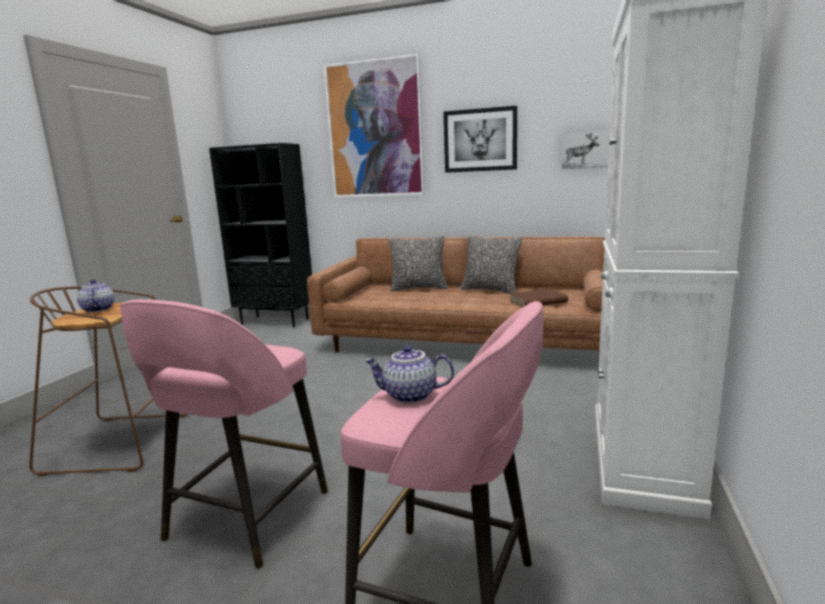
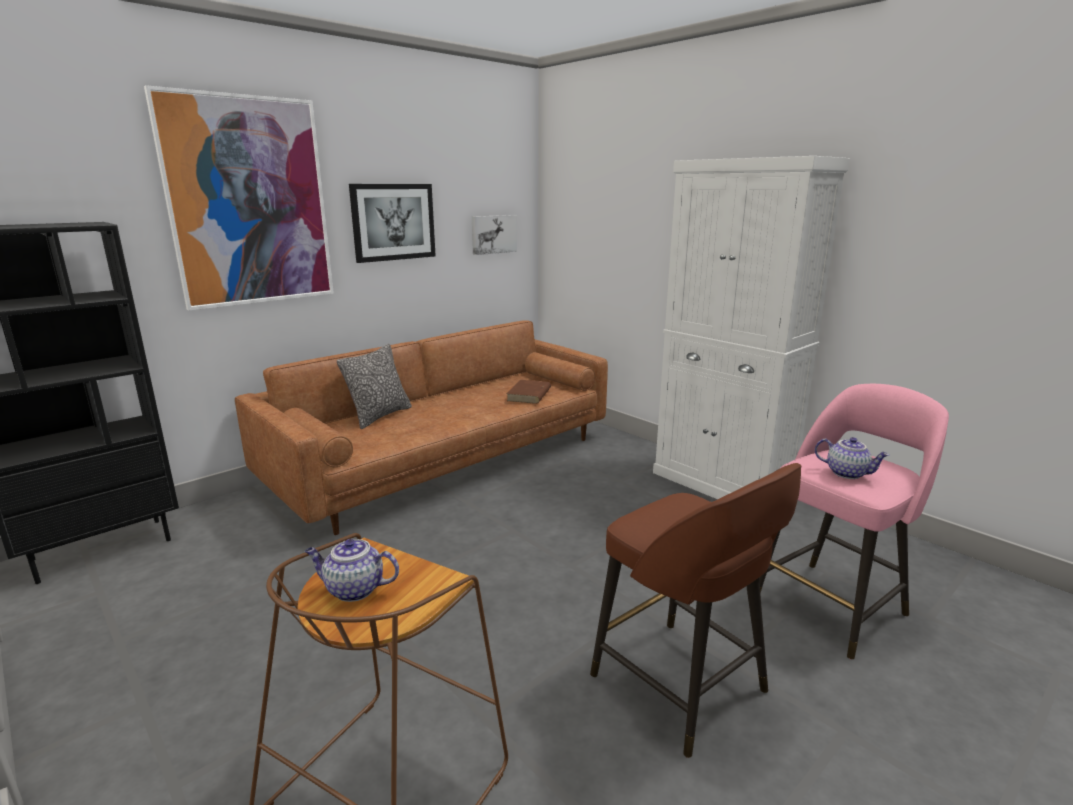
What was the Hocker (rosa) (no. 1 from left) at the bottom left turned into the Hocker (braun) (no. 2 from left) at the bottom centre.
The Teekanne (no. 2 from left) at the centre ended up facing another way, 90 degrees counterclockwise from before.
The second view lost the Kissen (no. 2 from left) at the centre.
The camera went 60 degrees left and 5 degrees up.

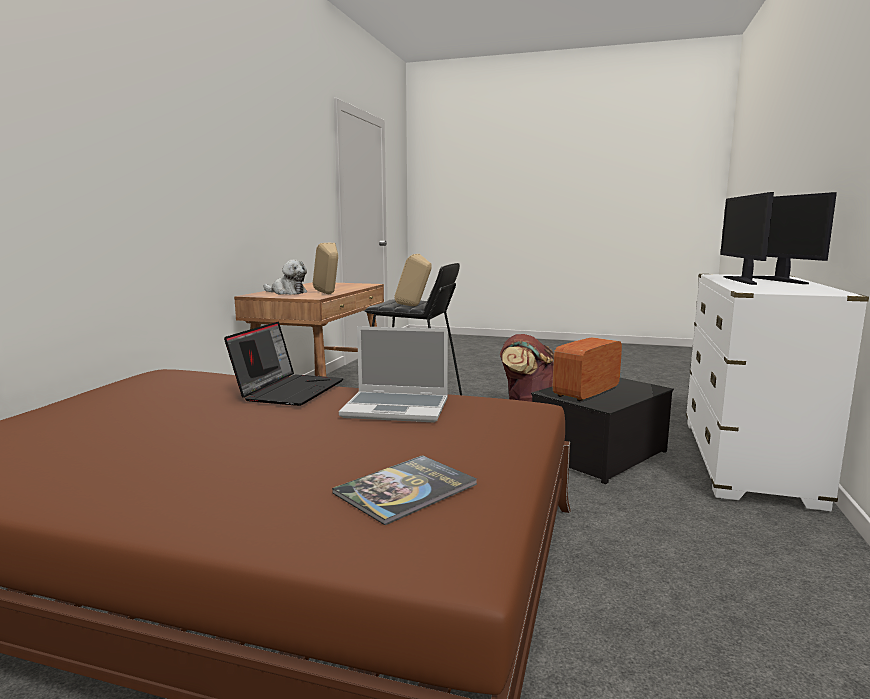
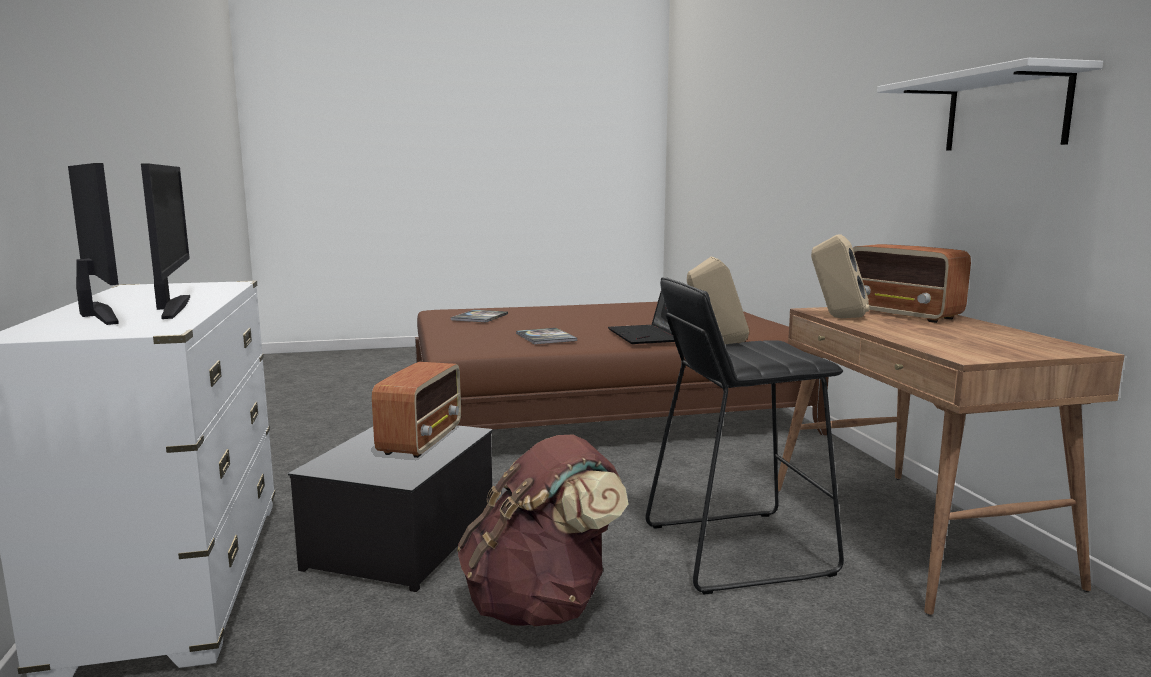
Where the Laptop (no. 2 from left) stood at the centre, the Buch (no. 2 from left) came to stand at the centre.
Where the Plüschtier stood at the middle left, the Radio (no. 2 from left) came to stand at the middle right.
The second view gained the Wandregal (weiß) at the top right.
The camera went 150 degrees right and 0 degrees up.

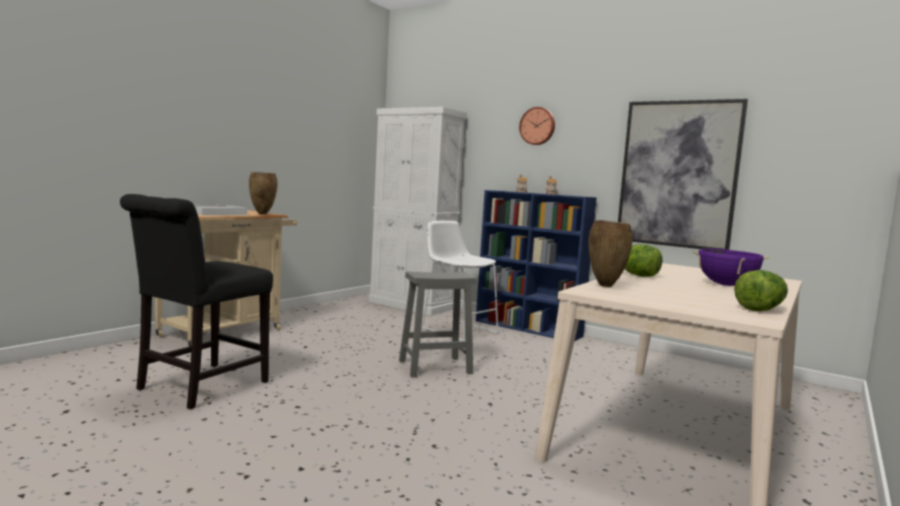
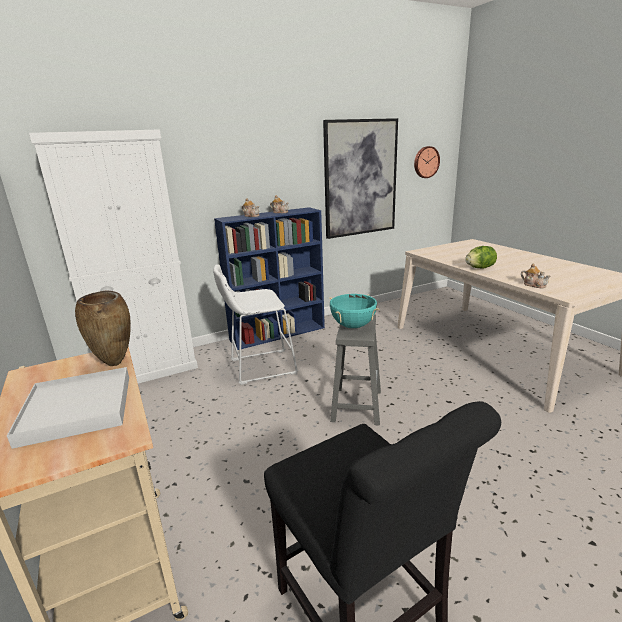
The second view gained the Kochtopf (türkis) at the centre.
The Wanduhr ended up elsewhere, having gone from the top centre to the top right.
Where the Vase (braun) (no. 2 from left) stood at the middle right, the Teekanne (no. 3 from left) came to stand at the middle right.
The second view lost the Kochtopf (lila) at the middle right.
The second view lost the Salatkopf (no. 2 from left) at the middle right.
The camera went 60 degrees left and 15 degrees up.

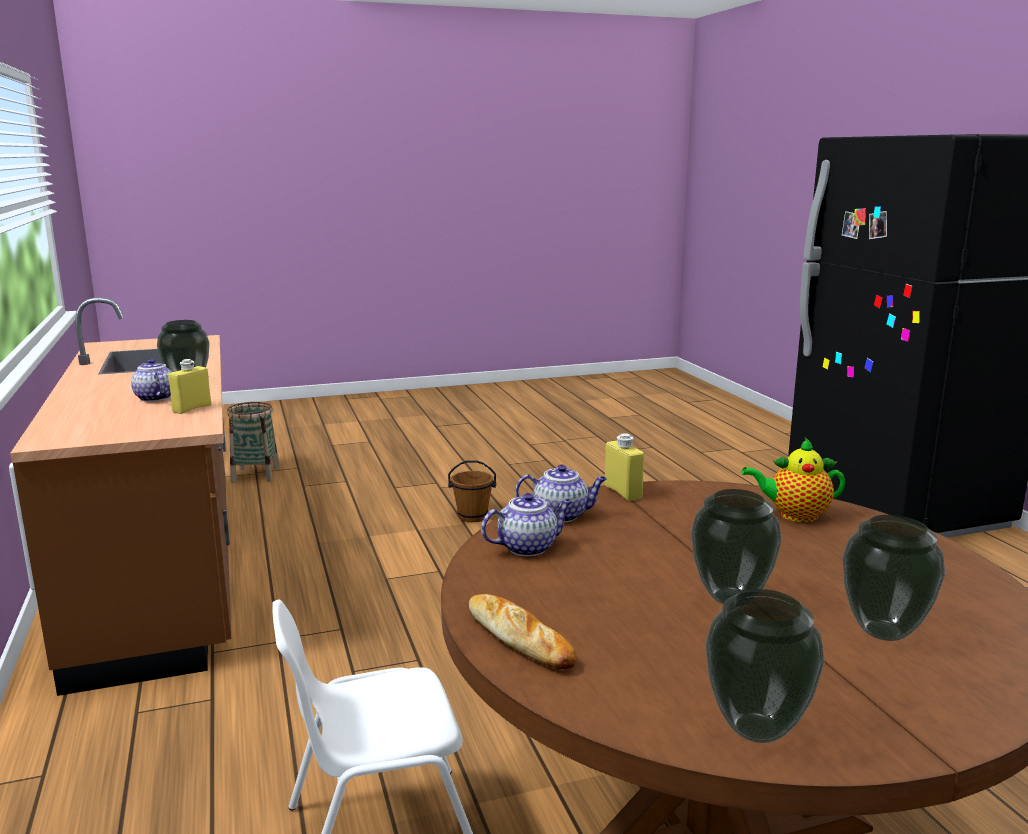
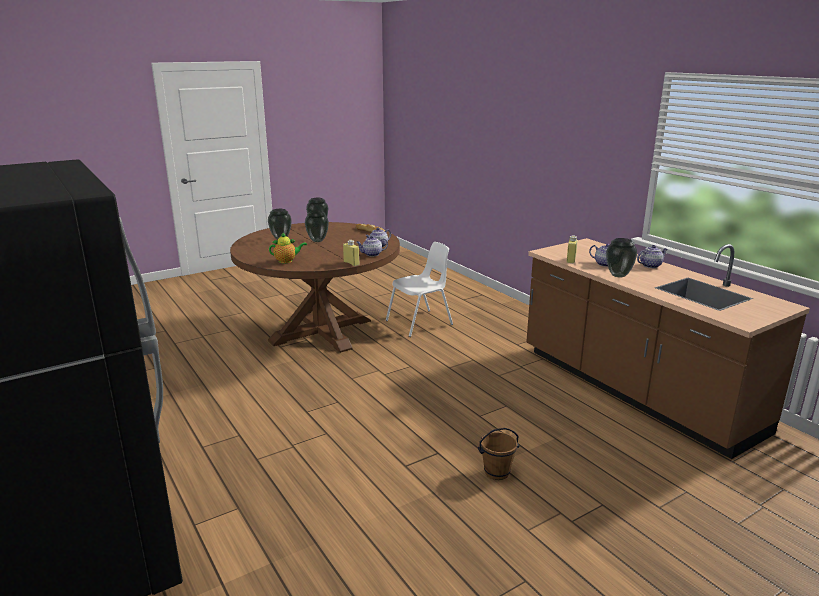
The second view gained the Teekanne (no. 5 from left) at the middle right.
The second view lost the Korb at the middle left.
The camera went 165 degrees right and 5 degrees up.

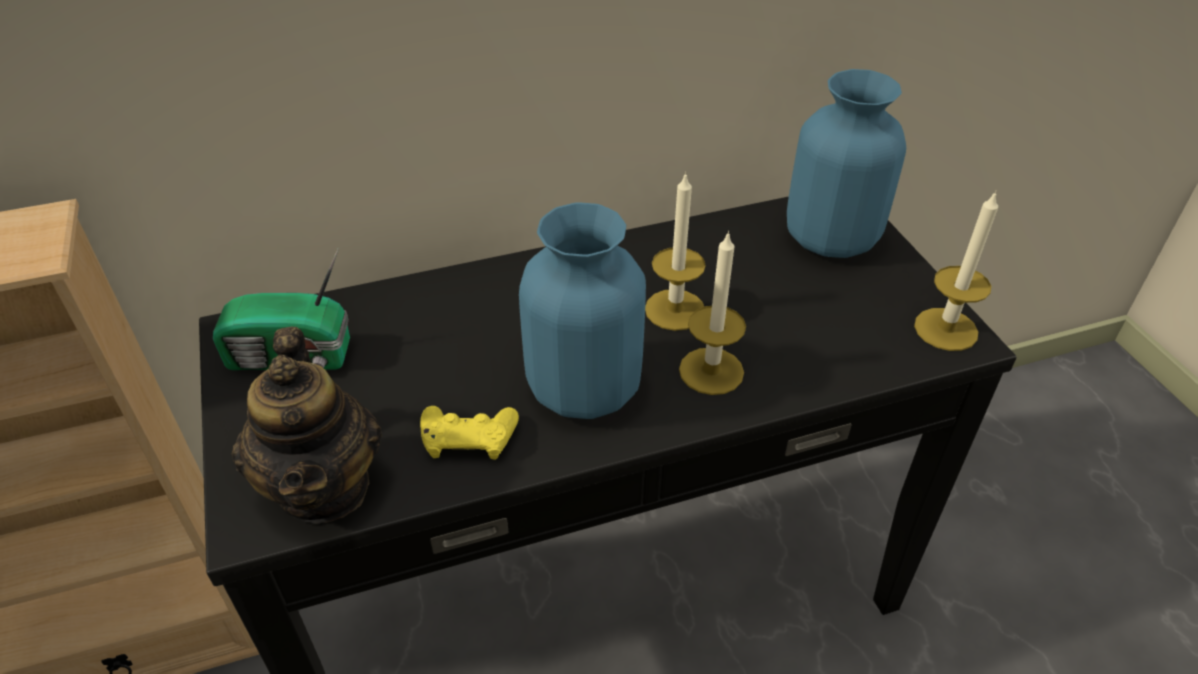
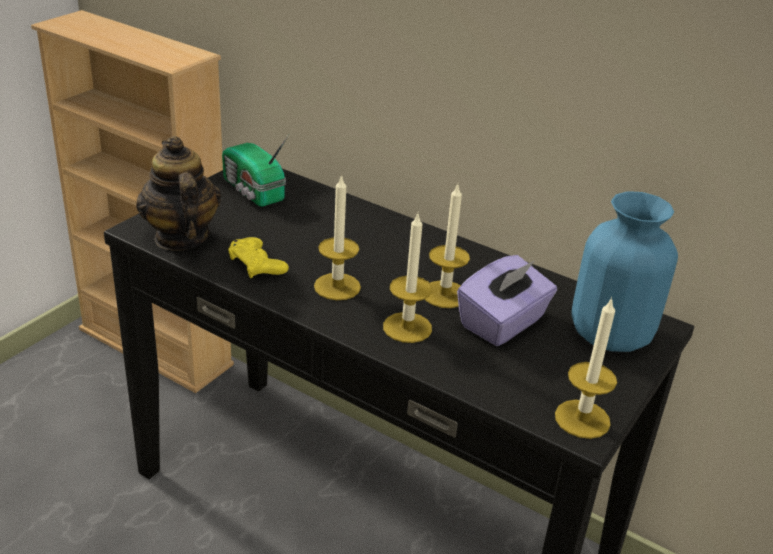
The Teekanne at the middle left ended up facing another way, 120 degrees clockwise from before.
Where the Vase (blau) (no. 1 from left) stood at the centre, the Kerze (no. 1 from left) came to stand at the centre.
The second view gained the Taschentuchbox (lila) at the centre.
The camera went 50 degrees right and 10 degrees down.

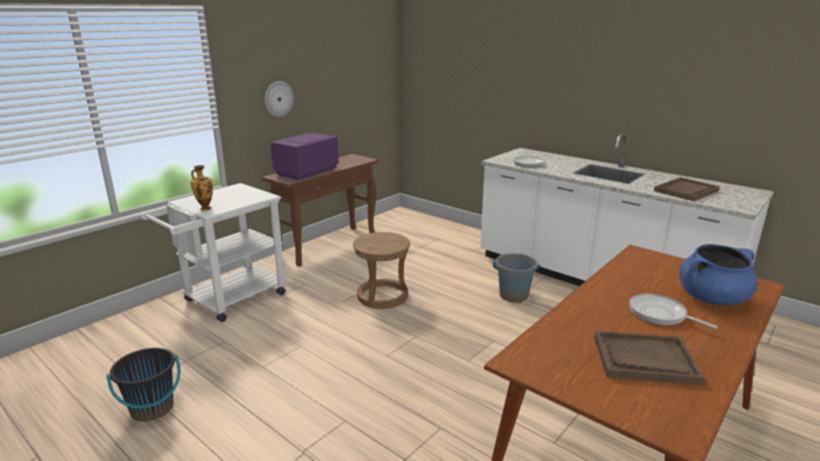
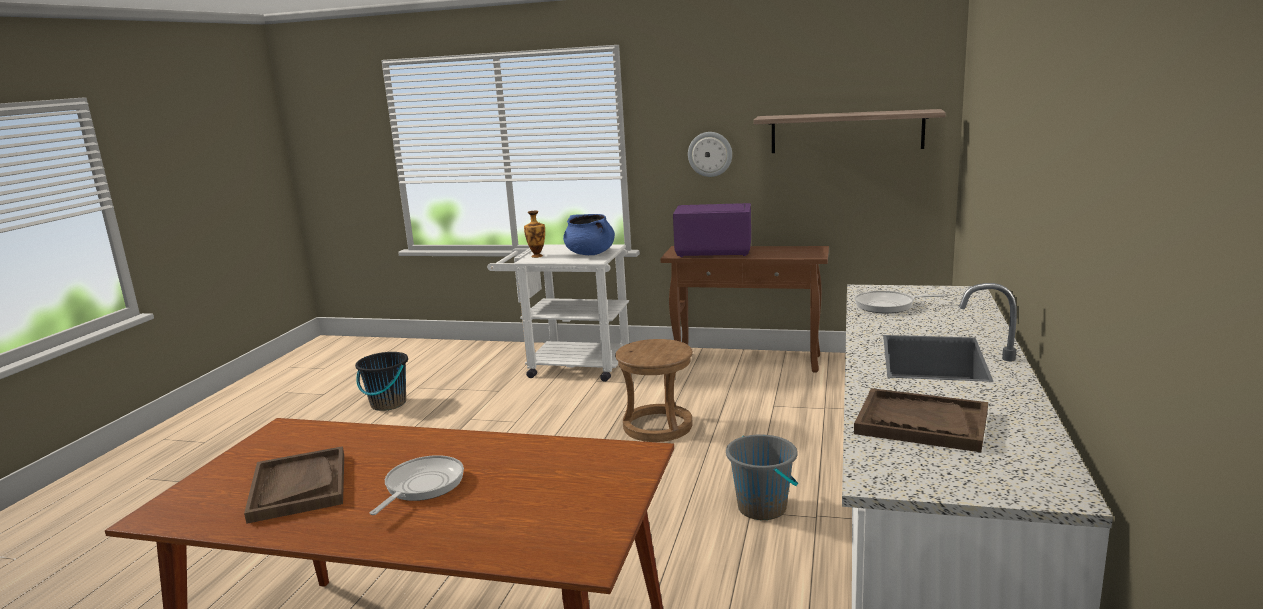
The Kochtopf (blau) ended up elsewhere, having gone from the middle right to the centre.
The second view gained the Wandregal at the top right.
The camera went 65 degrees right and 5 degrees down.

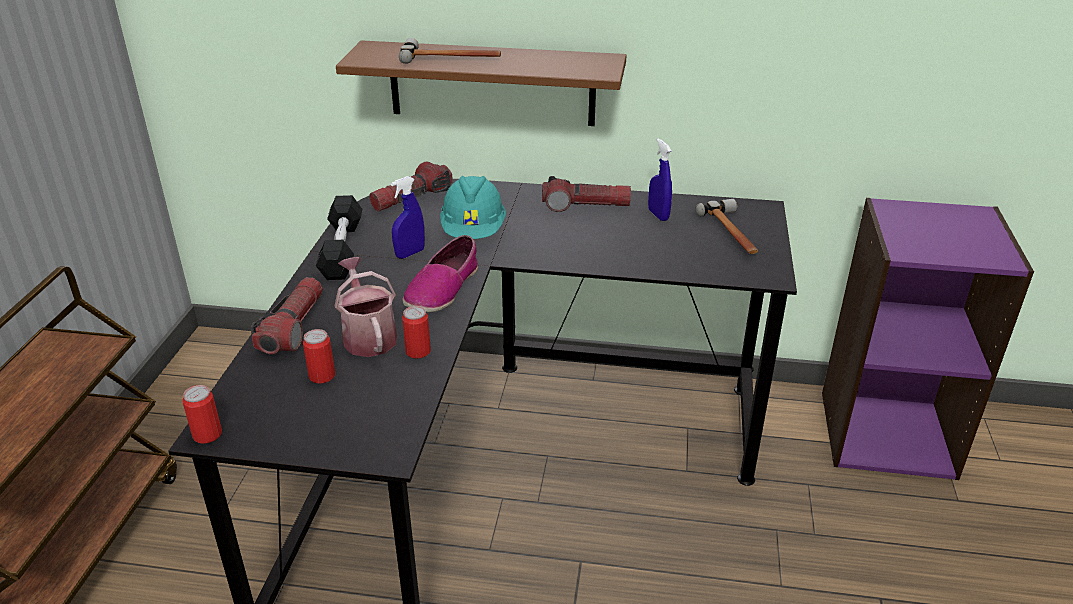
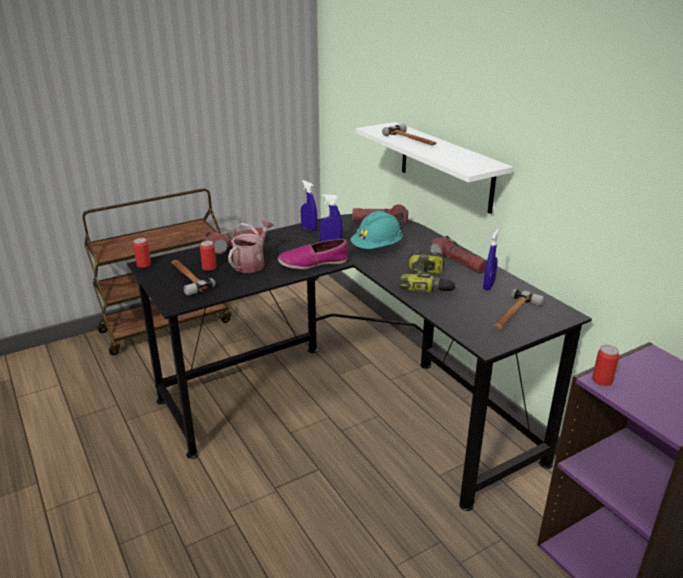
The second view gained the Hammer (no. 1 from left) at the middle left.
Where the Hantel (schwarz) stood at the middle left, the Sprühflasche (blau) (no. 1 from left) came to stand at the centre.
What was the Wandregal (braun) at the top centre turned into the Wandregal (weiß) at the top centre.
The second view gained the Bohrmaschine at the centre.
The Dose (no. 3 from left) ended up elsewhere, having gone from the centre to the middle right.
The camera went 50 degrees right and 5 degrees down.

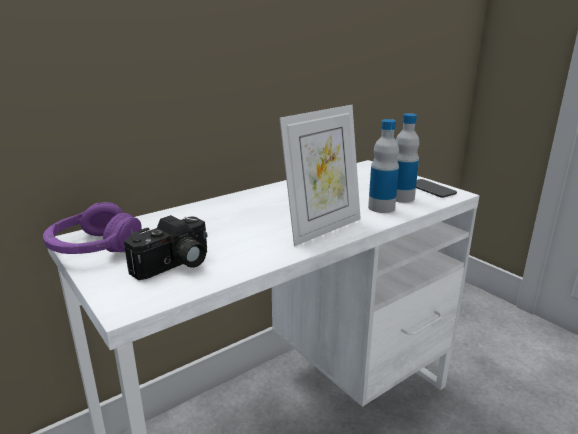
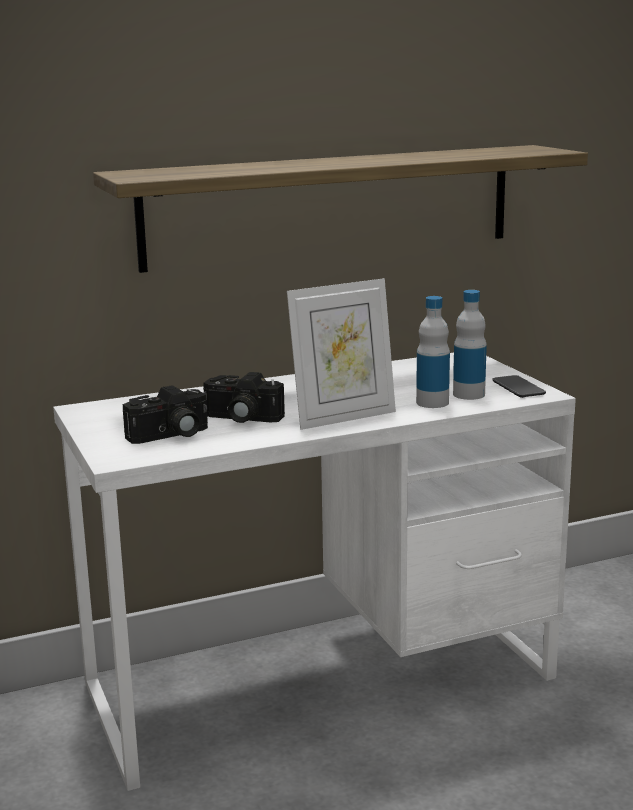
The second view gained the Wandregal at the top centre.
The second view gained the Kamera (no. 2 from left) at the centre.
The second view lost the Kopfhörer (lila) at the middle left.
The camera went 15 degrees right and 5 degrees down.

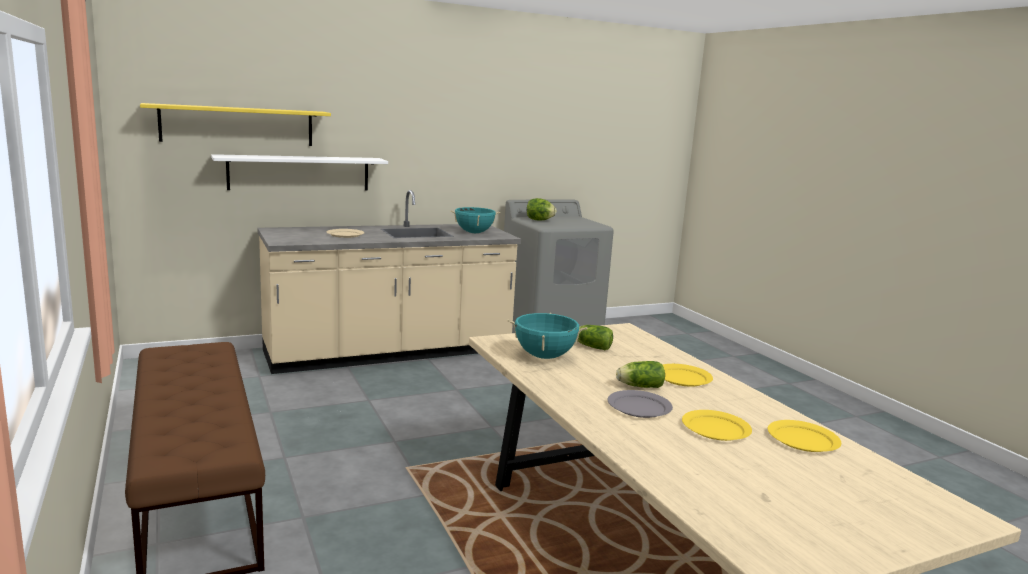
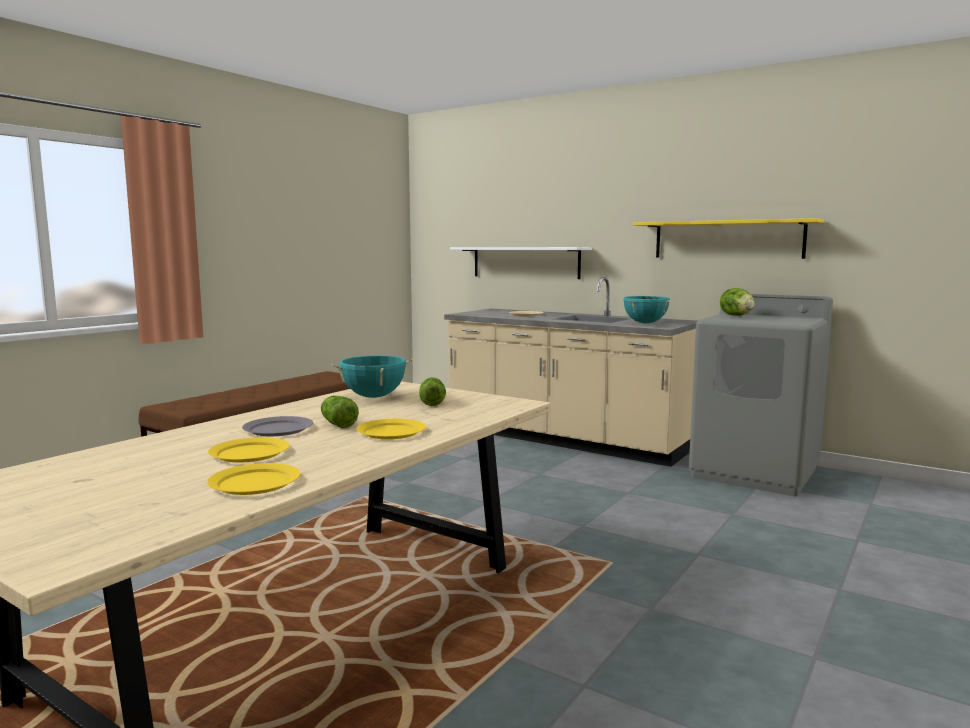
The Wandregal (gelb) ended up elsewhere, having gone from the top left to the top right.
The camera went 60 degrees right and 5 degrees down.

